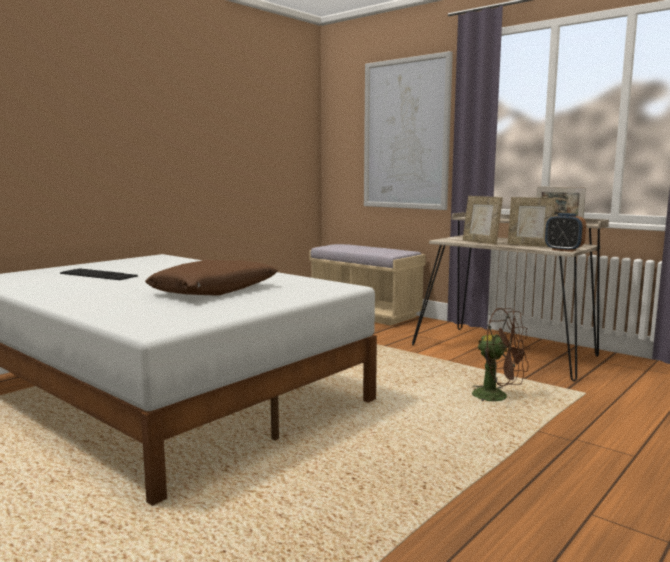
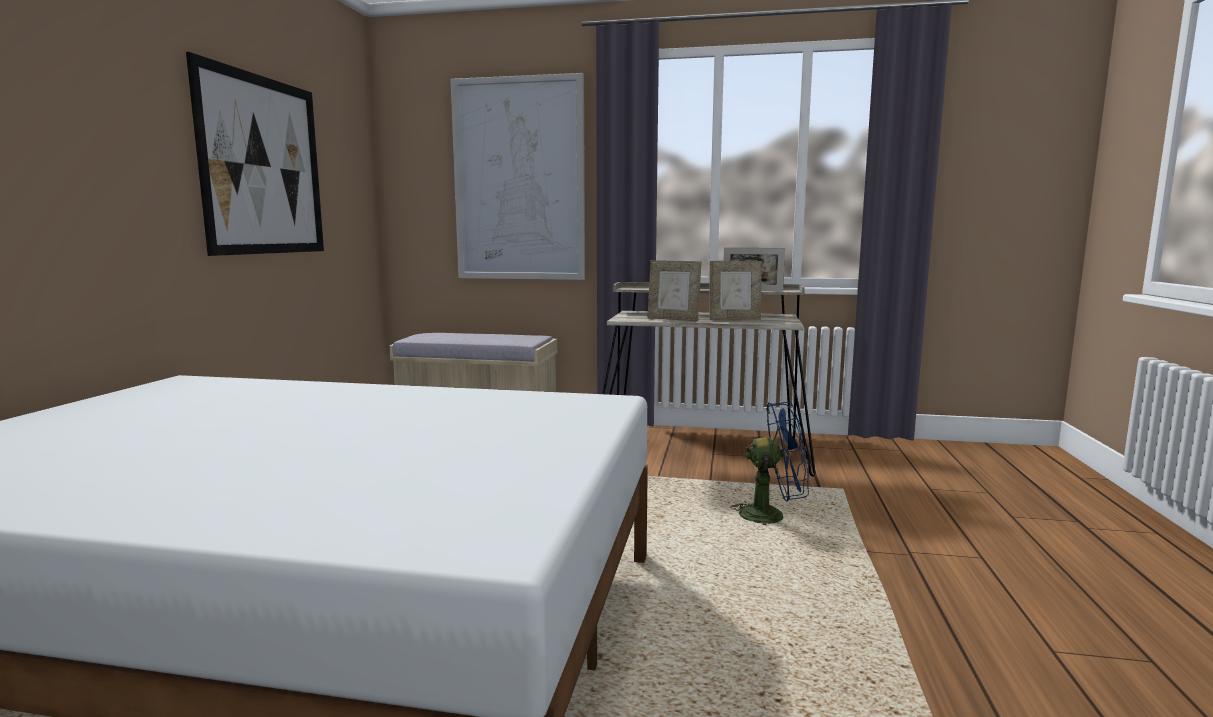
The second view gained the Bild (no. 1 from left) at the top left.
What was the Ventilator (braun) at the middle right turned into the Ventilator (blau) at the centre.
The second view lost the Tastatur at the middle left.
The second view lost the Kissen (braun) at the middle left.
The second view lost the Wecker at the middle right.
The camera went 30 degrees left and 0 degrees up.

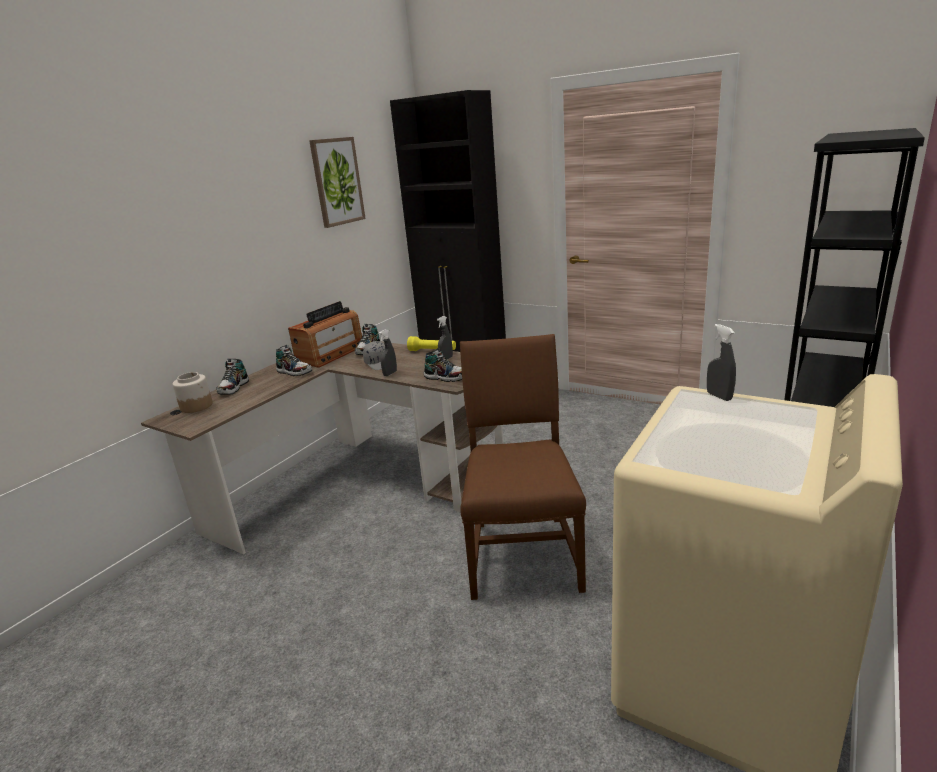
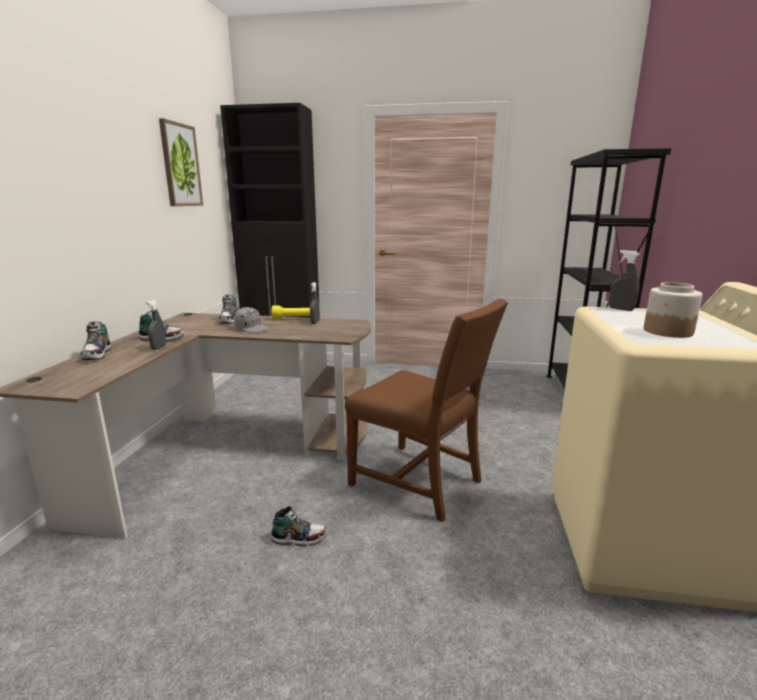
The Sprühflasche (grau) (no. 1 from left) ended up elsewhere, having gone from the centre to the middle left.
The Schuh (no. 4 from left) ended up elsewhere, having gone from the centre to the bottom centre.
The Stuhl (braun) at the centre ended up facing another way, 150 degrees clockwise from before.
The Vorratsglas ended up elsewhere, having gone from the middle left to the middle right.
The second view lost the Radio at the centre.
The camera went 25 degrees left and 5 degrees down.

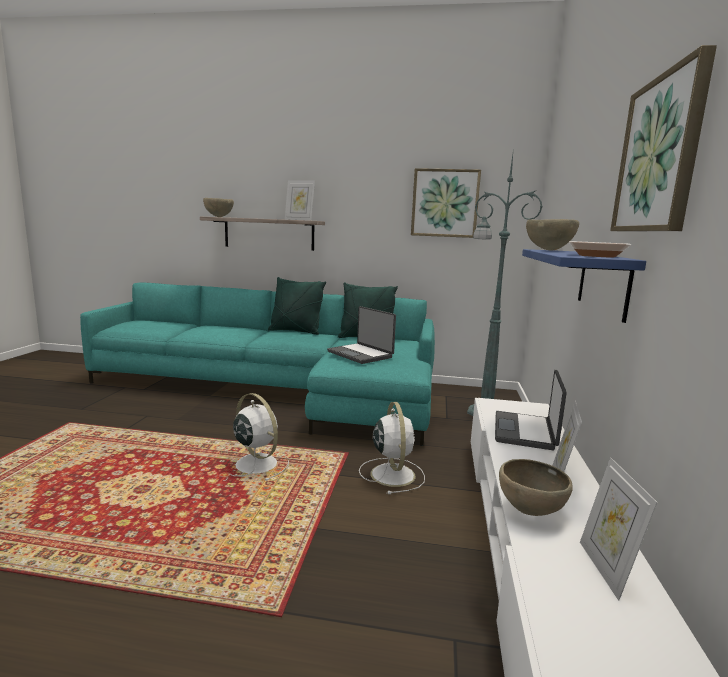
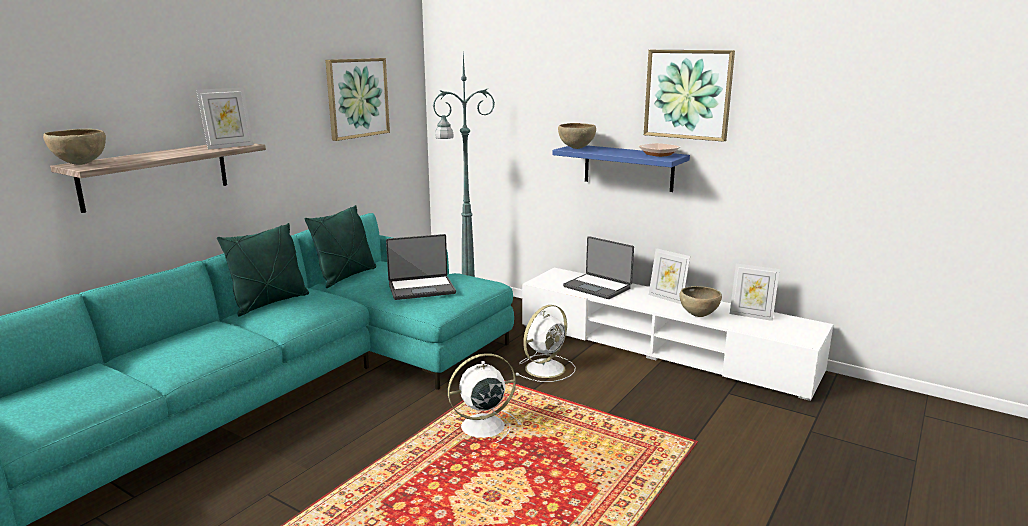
The Ventilator (weiß) (no. 2 from left) at the centre ended up facing another way, 120 degrees clockwise from before.
The camera went 65 degrees left and 5 degrees up.

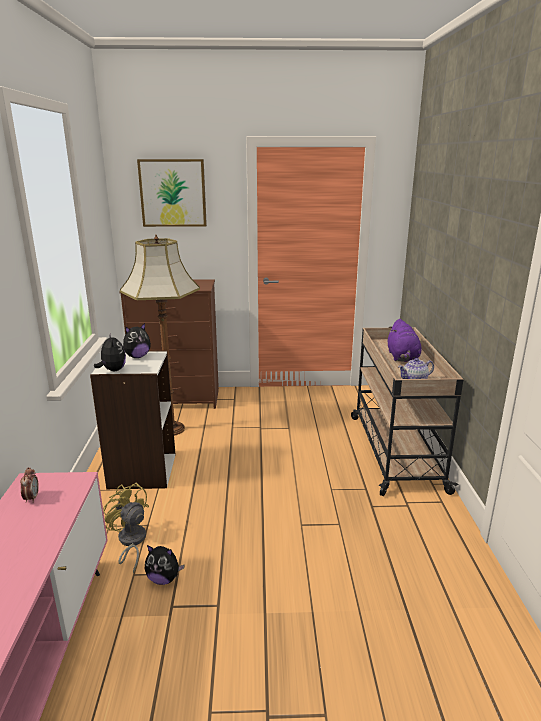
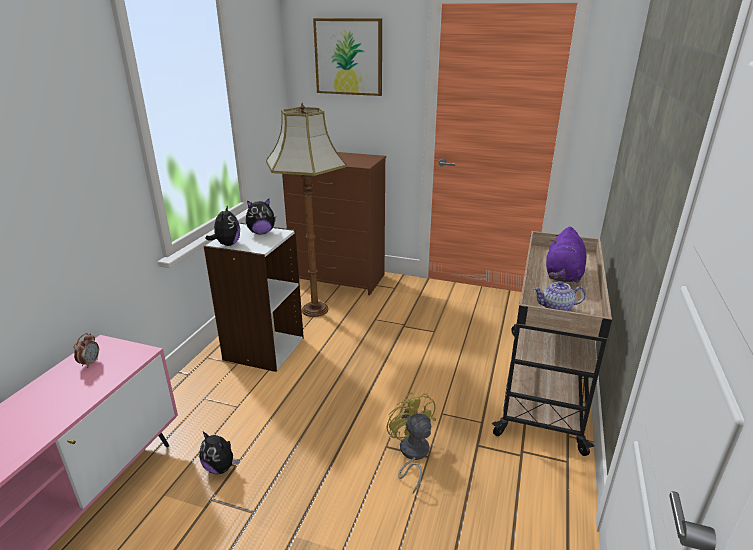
The Ventilator (gelb) ended up elsewhere, having gone from the bottom left to the bottom centre.
The camera went 20 degrees right and 5 degrees up.

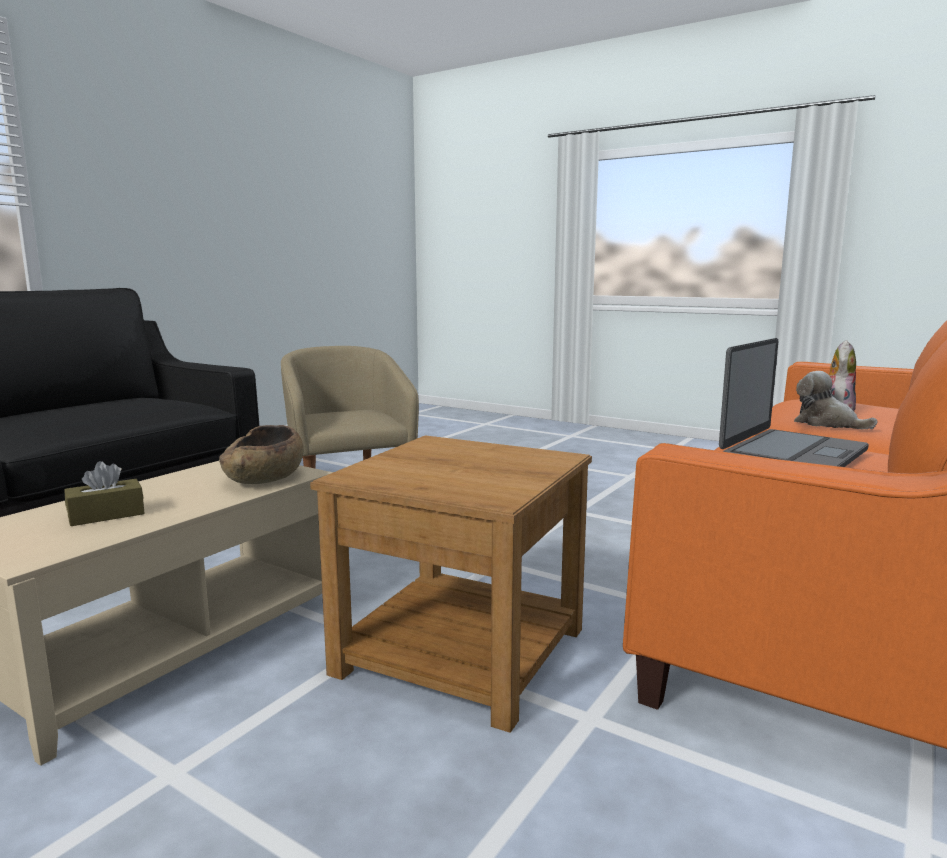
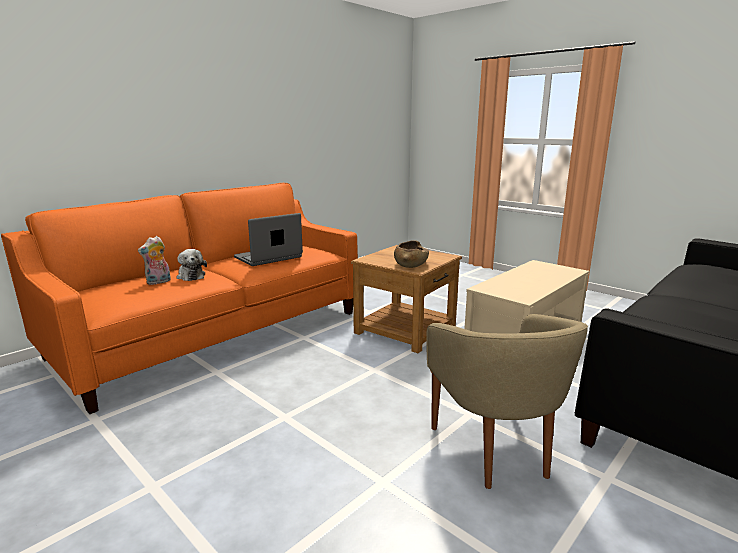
The Schüssel (braun) ended up elsewhere, having gone from the middle left to the centre.
The second view lost the Taschentuchbox (braun) at the middle left.
The camera went 170 degrees left and 5 degrees up.

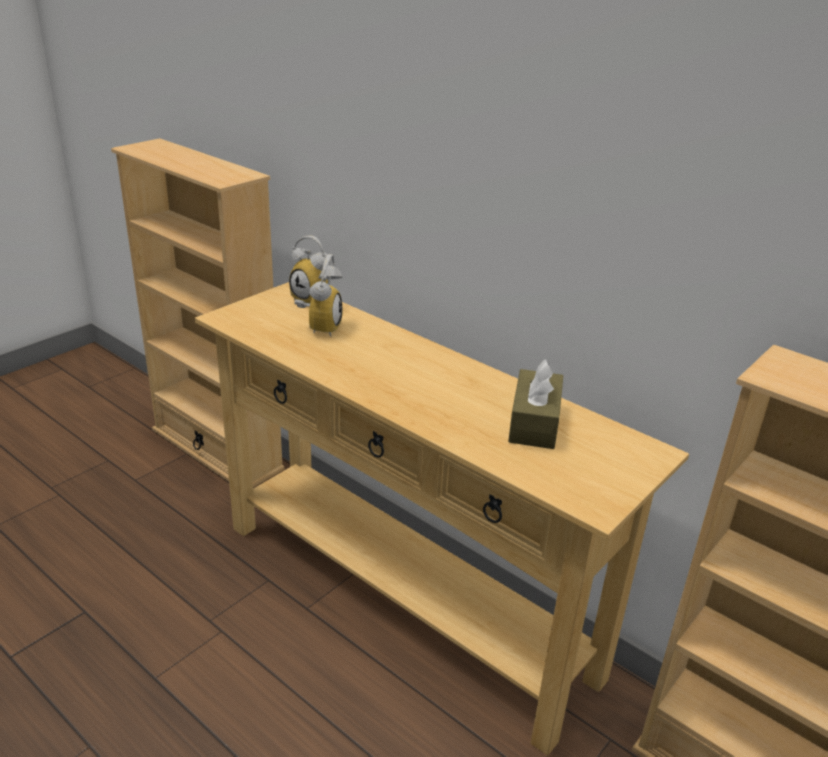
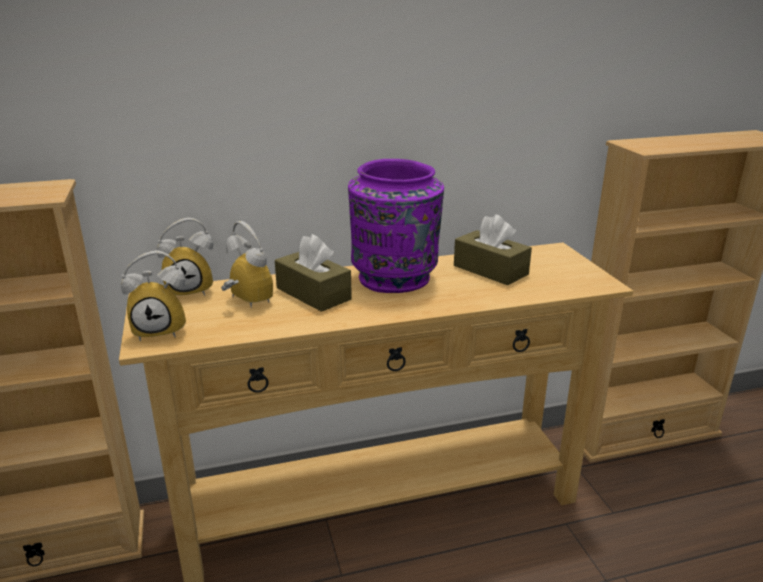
The second view gained the Wecker (no. 1 from left) at the middle left.
The second view gained the Taschentuchbox (braun) (no. 1 from left) at the centre.
The second view gained the Vase (lila) at the centre.
The camera went 55 degrees left and 5 degrees down.

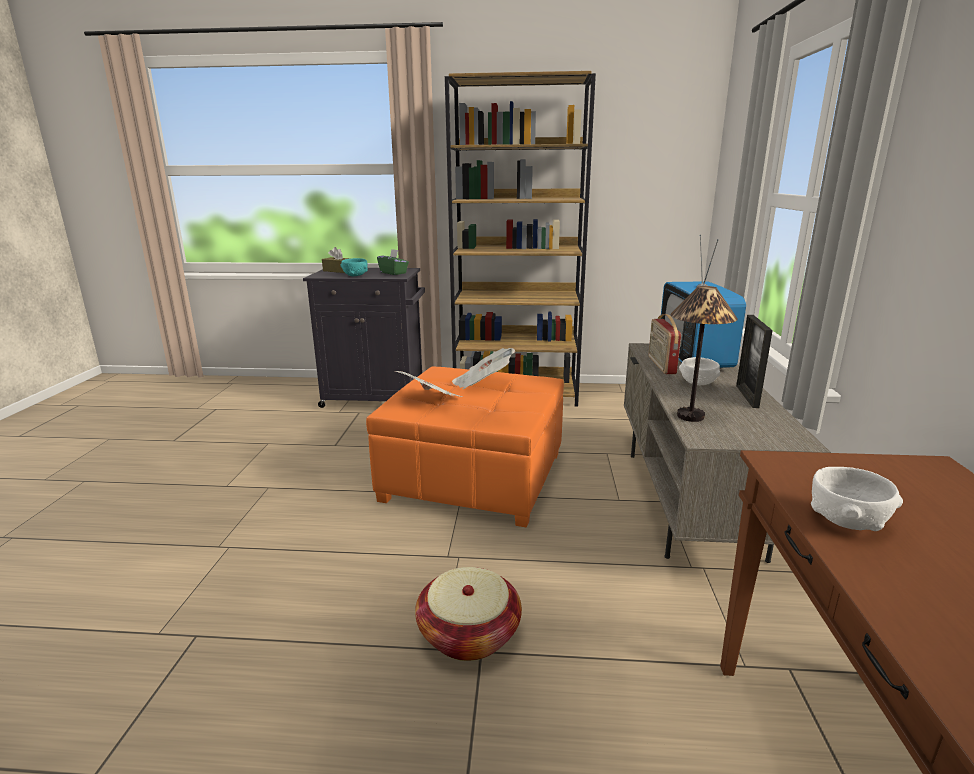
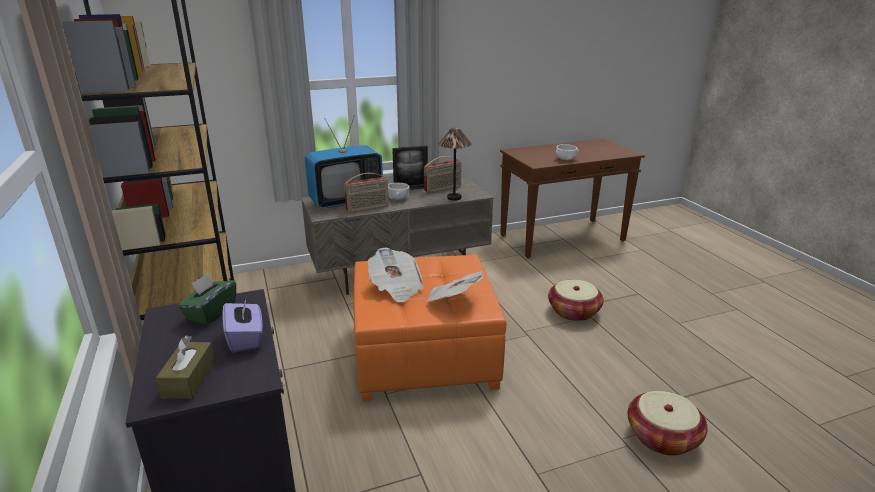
Where the Schüssel (türkis) stood at the centre, the Taschentuchbox (lila) came to stand at the middle left.
The second view gained the Radio (no. 2 from left) at the centre.
The second view gained the Korb (no. 2 from left) at the bottom right.
The camera went 115 degrees left and 5 degrees up.

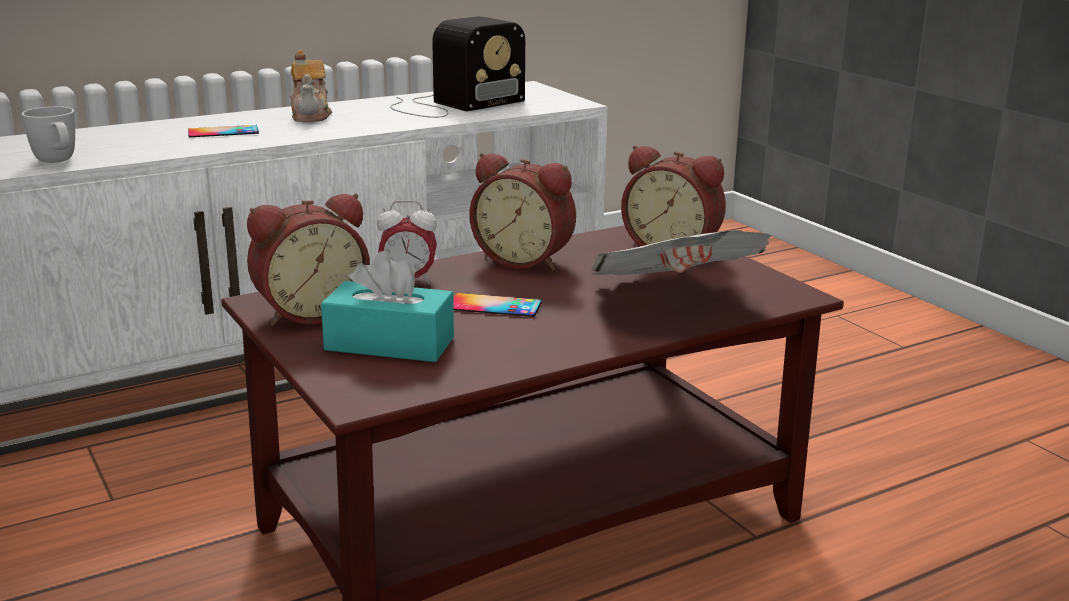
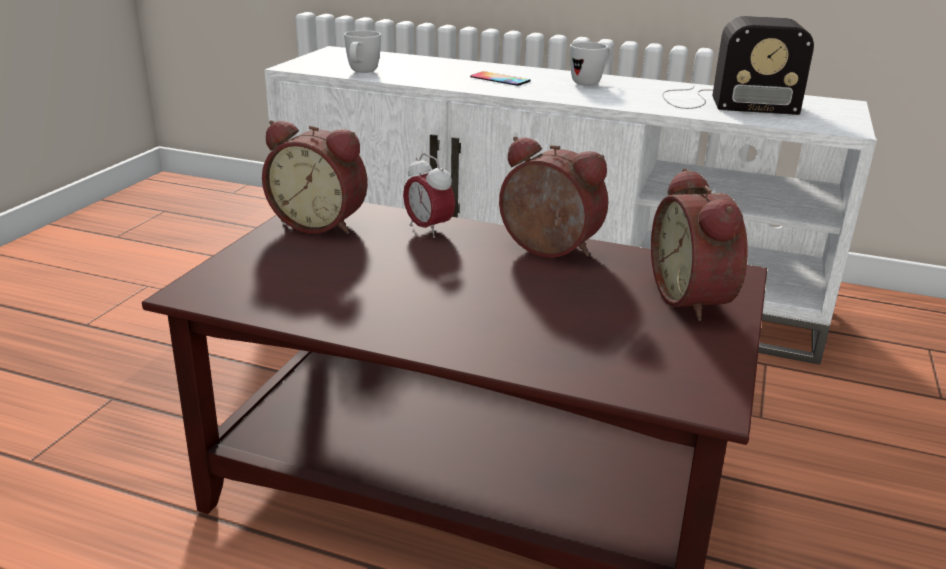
The Wecker (no. 3 from left) at the centre ended up facing another way, 135 degrees clockwise from before.
Where the Teekanne stood at the top left, the Henkelbecher (weiß) (no. 2 from left) came to stand at the top centre.
The second view lost the Taschentuchbox (türkis) at the centre.
The second view lost the Handy (no. 2 from left) at the centre.
The second view lost the Zeitung at the centre.
The camera went 50 degrees right and 5 degrees up.

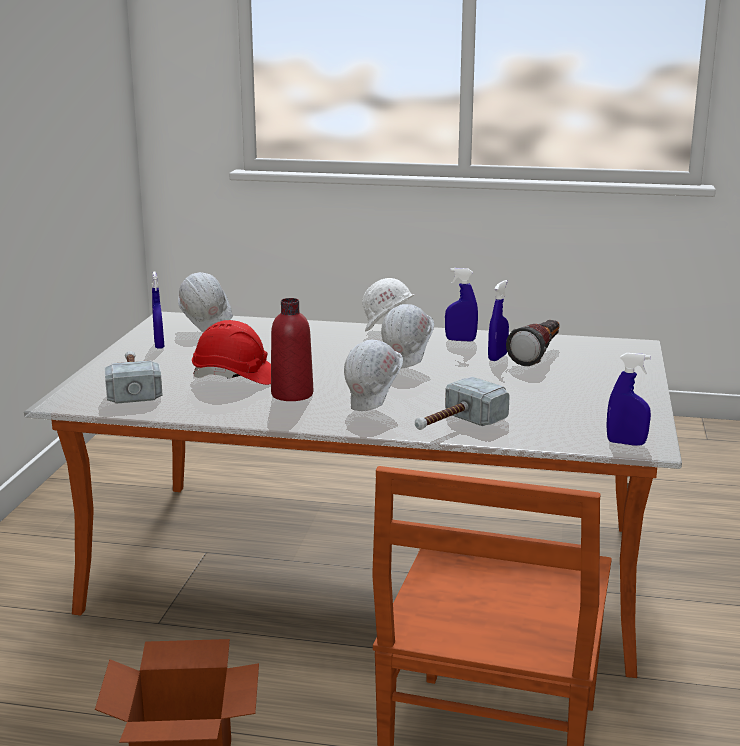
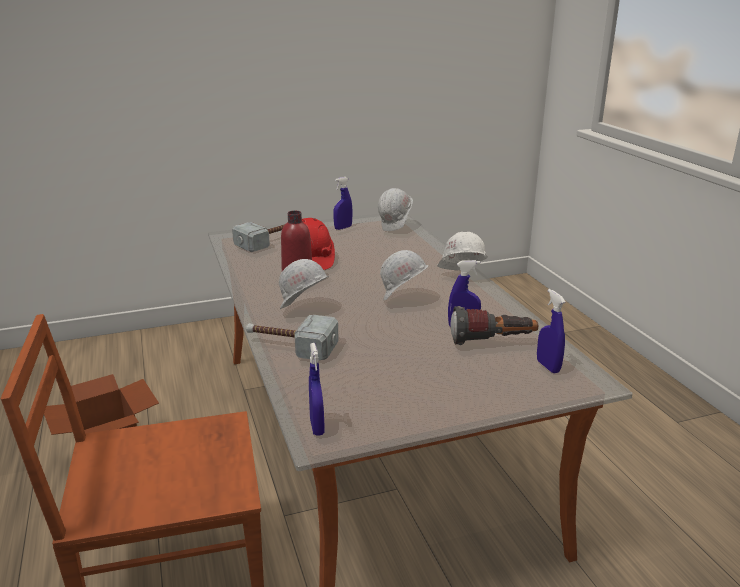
The Sprühflasche (blau) (no. 2 from left in the first image) ended up elsewhere, having gone from the centre to the middle right.
The camera went 60 degrees right and 5 degrees up.

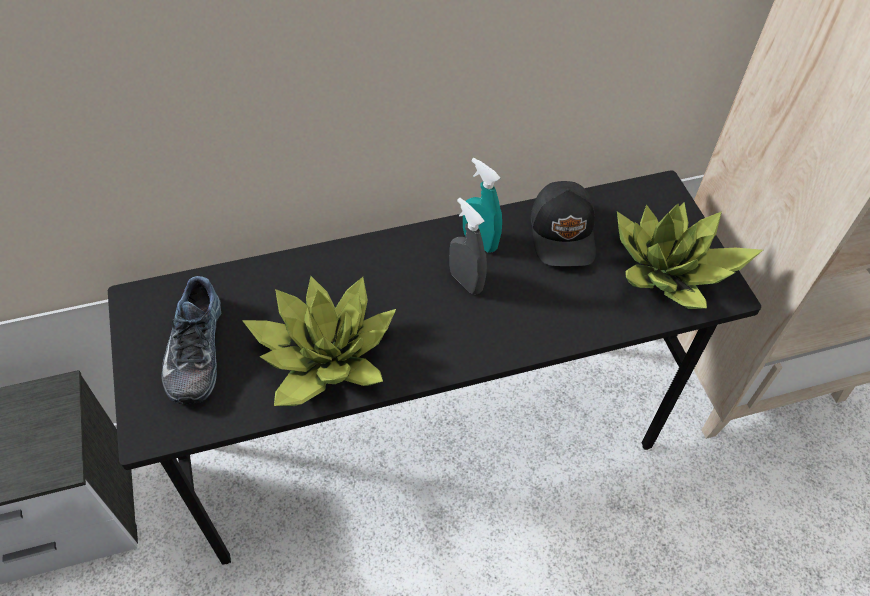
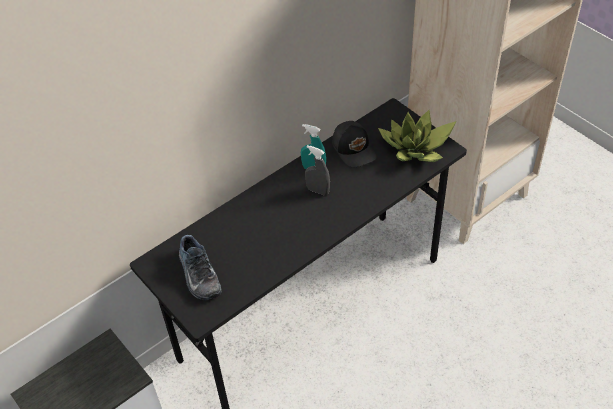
The second view lost the Topfpflanze (no. 1 from left) at the centre.
The camera went 20 degrees left and 5 degrees down.

